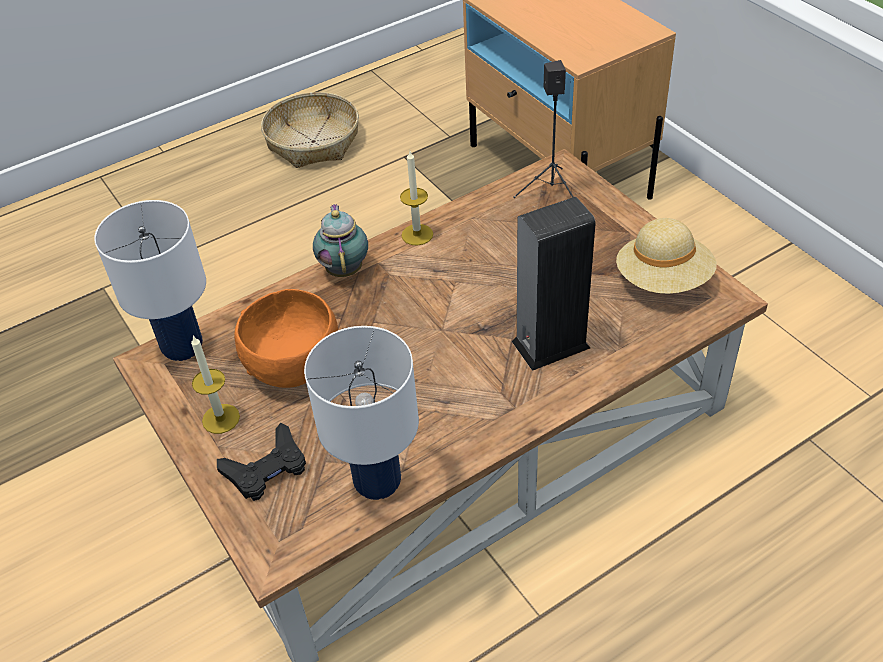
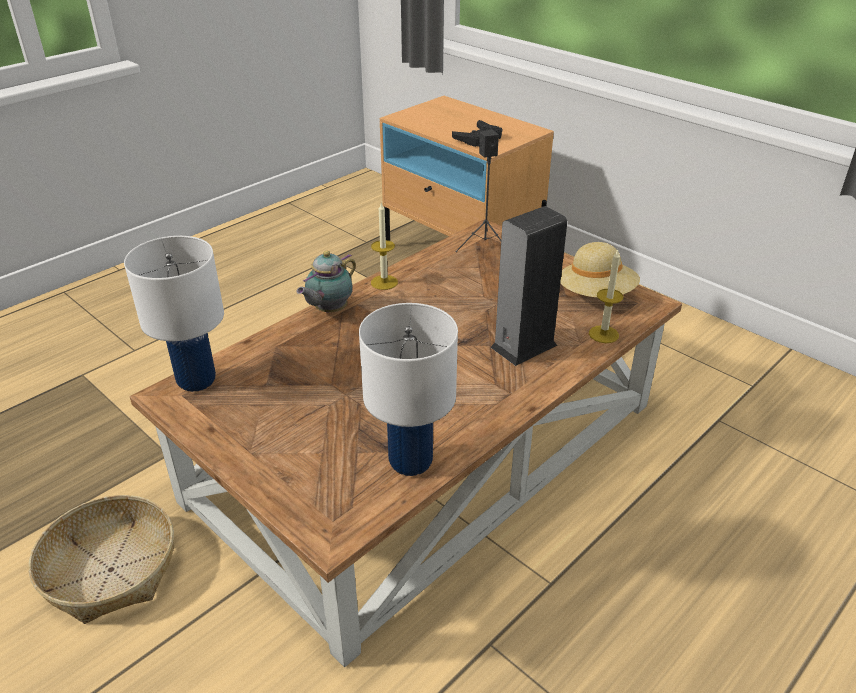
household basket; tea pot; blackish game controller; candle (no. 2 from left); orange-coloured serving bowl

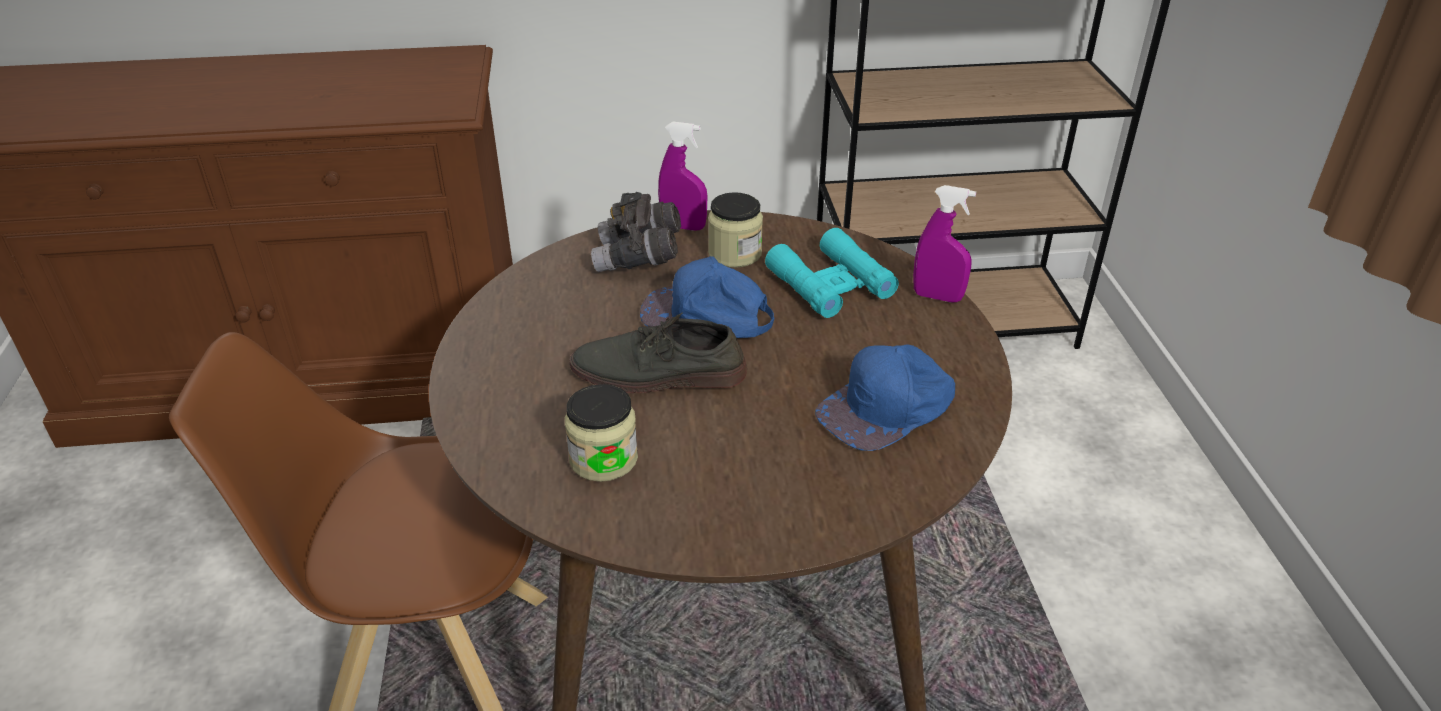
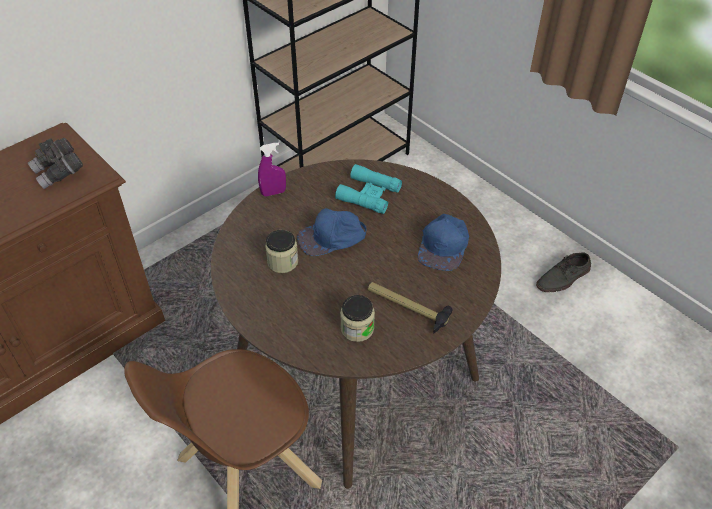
greyish binoculars; storage jar (no. 1 from left); hammer; greyish shoe; purple-coloured spray bottle (no. 2 from left in the first image)

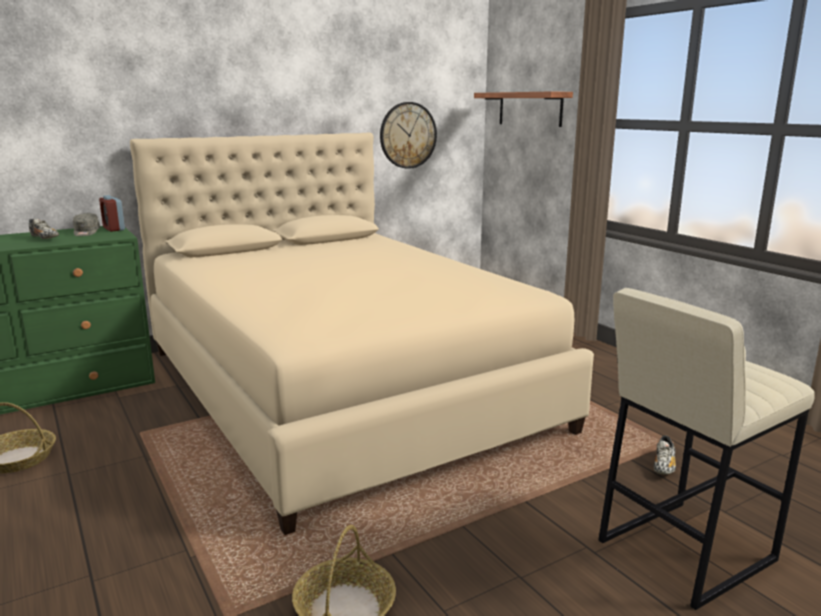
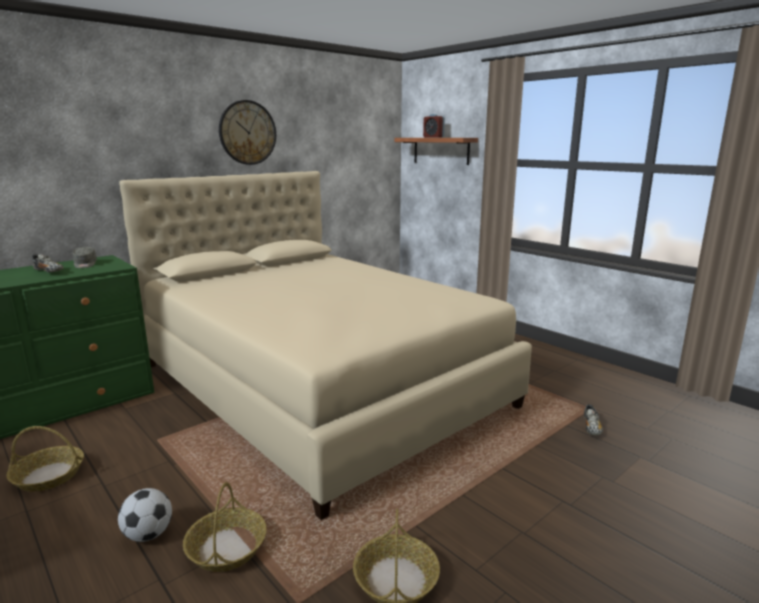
ball for football; household basket (no. 2 from left); hanging clock; table clock; beige-coloured stool

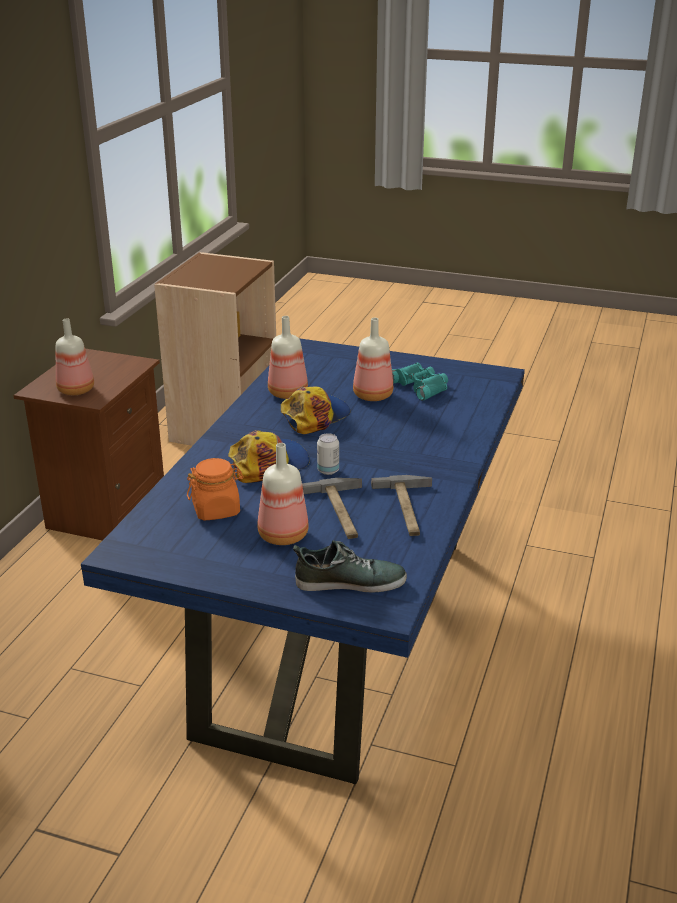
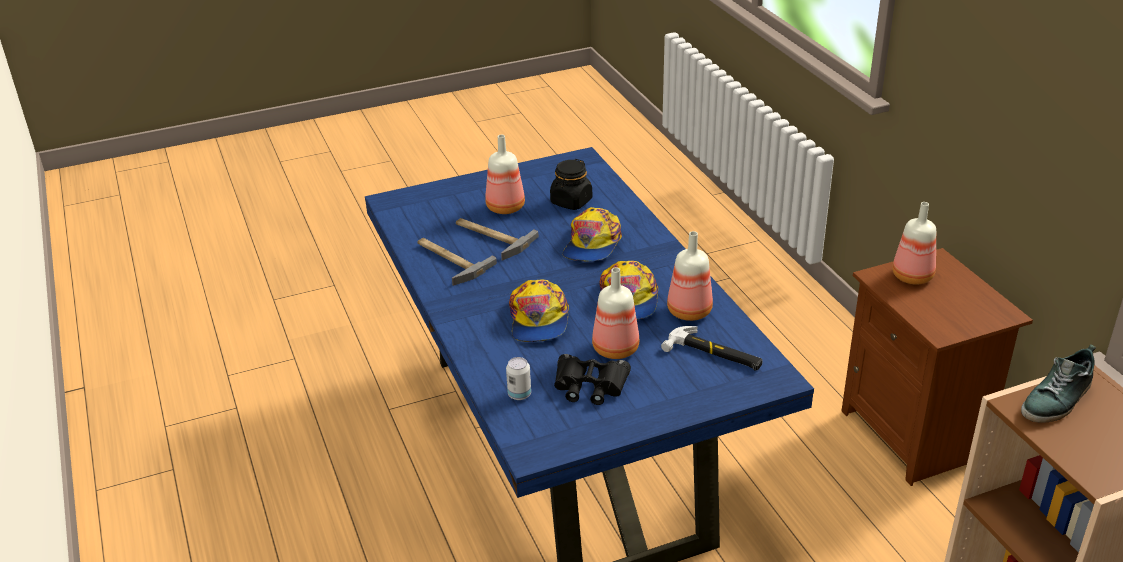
metal can; cap (no. 1 from left); blackish storage jar; blackish binoculars; hammer (no. 3 from left); shoe

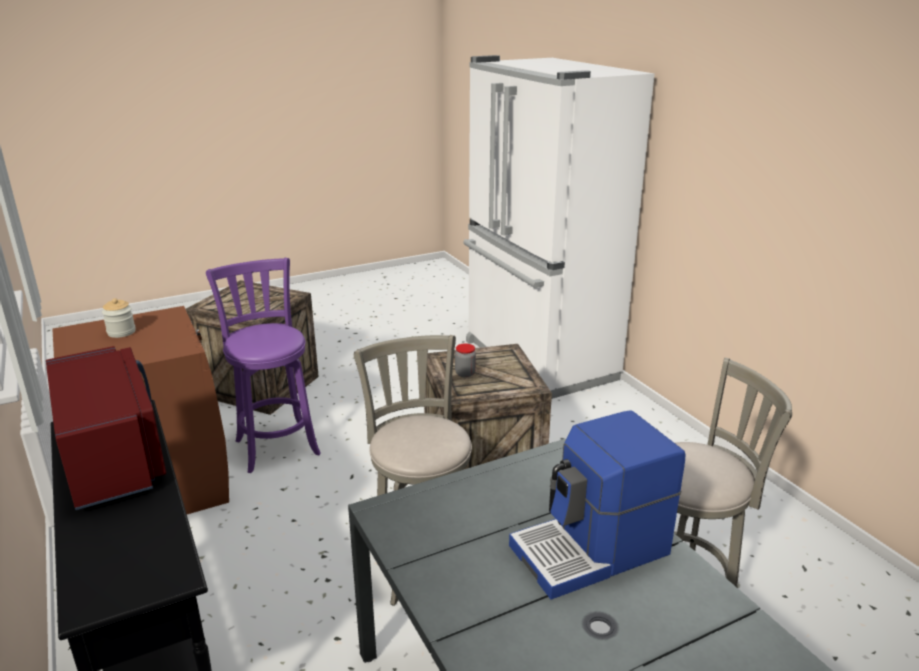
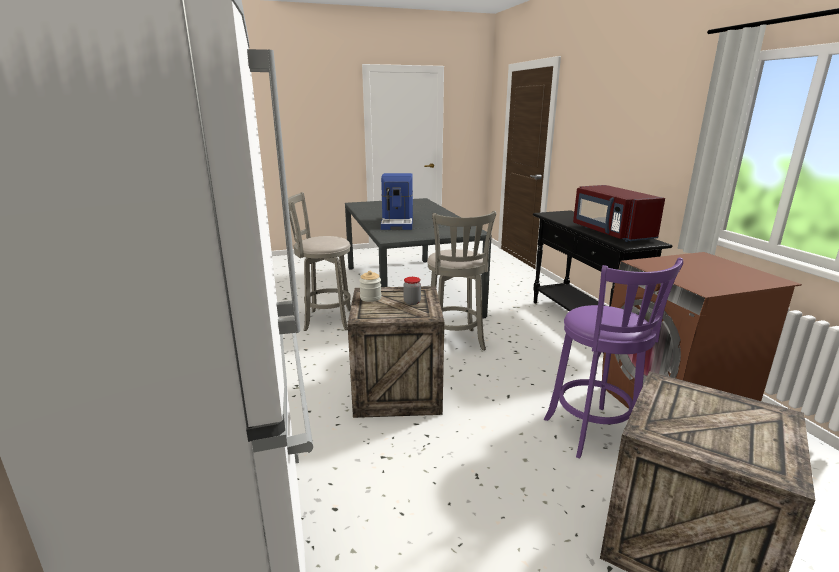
storage jar (no. 1 from left); coffee machine

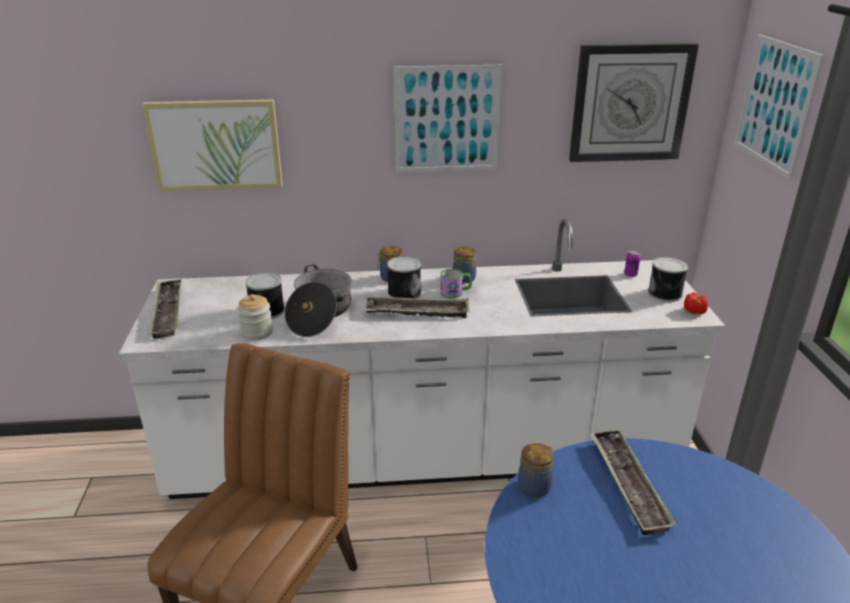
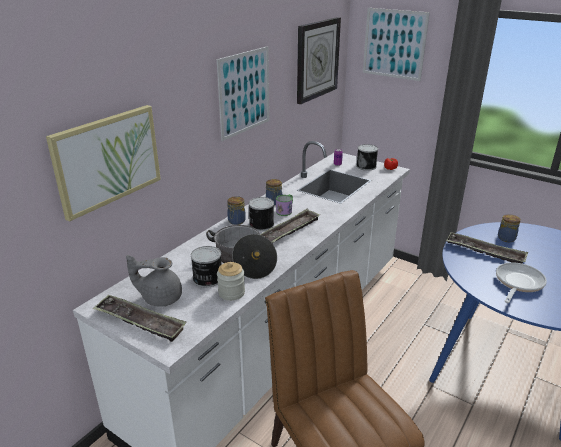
greyish tea pot; frying pan; storage jar (no. 4 from left)

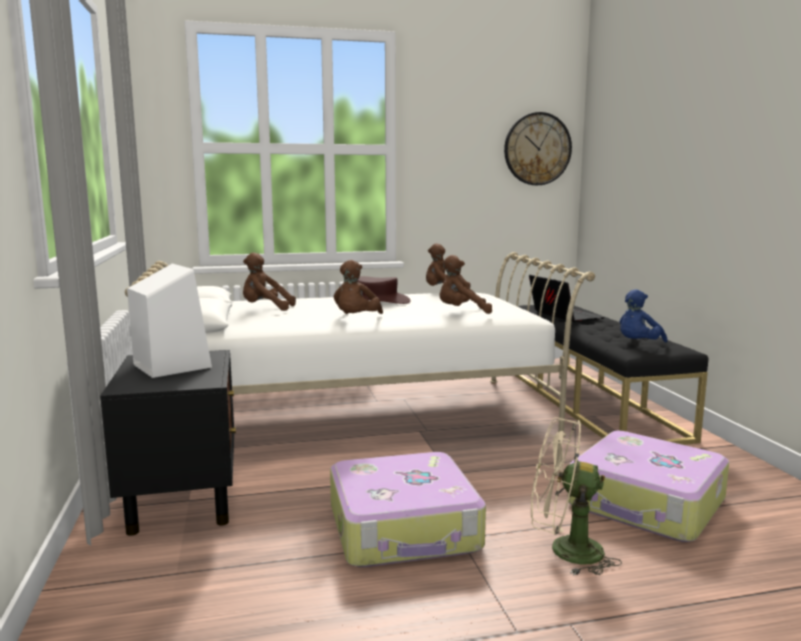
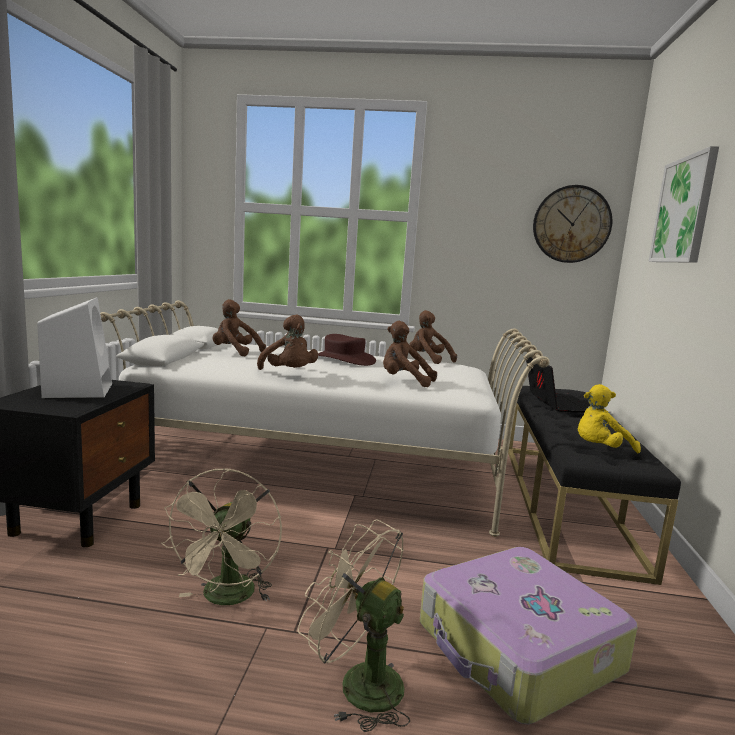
beige-coloured fan (no. 1 from left); brown-coloured cuddly toy (no. 2 from left); yellowish cuddly toy; wall picture

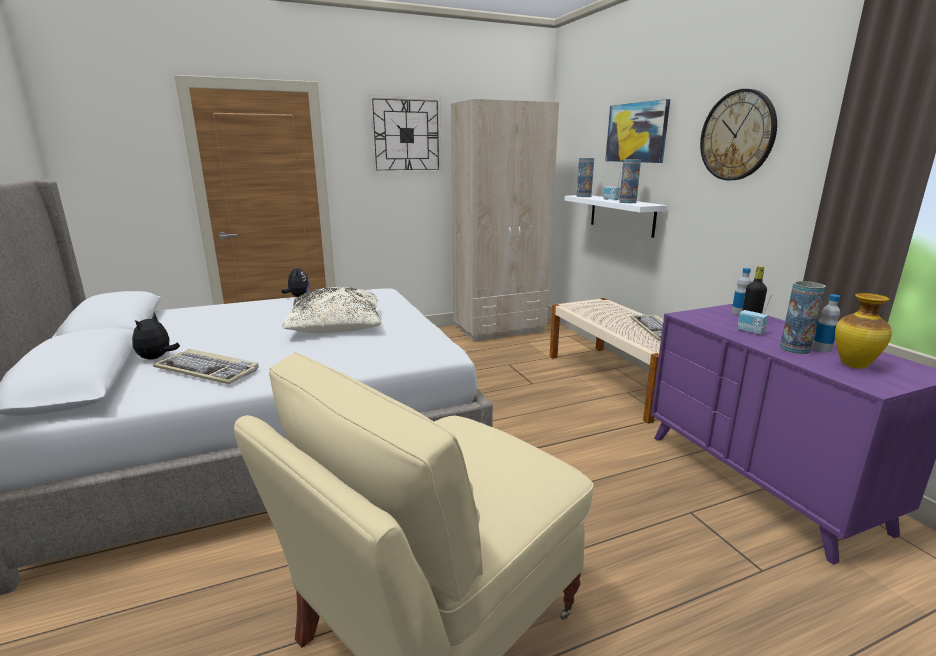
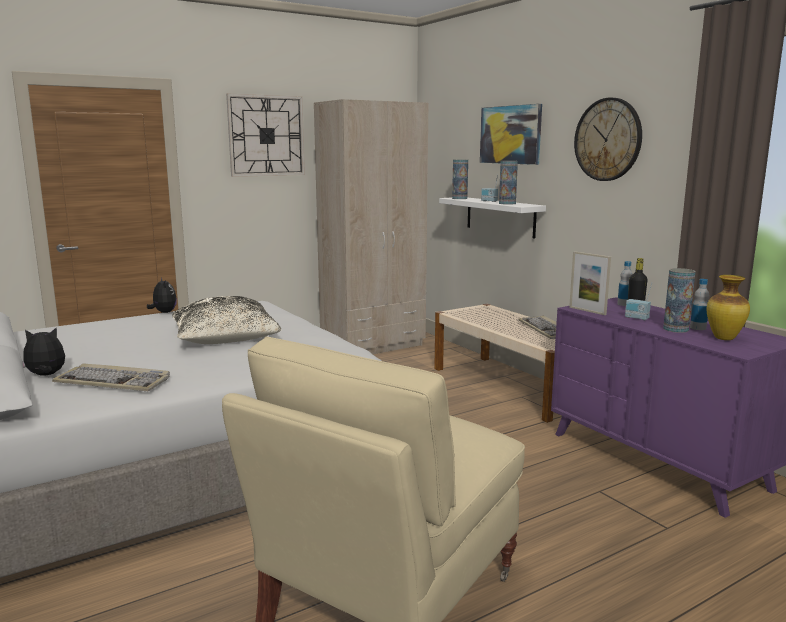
cuddly toy (no. 1 from left); photo frame

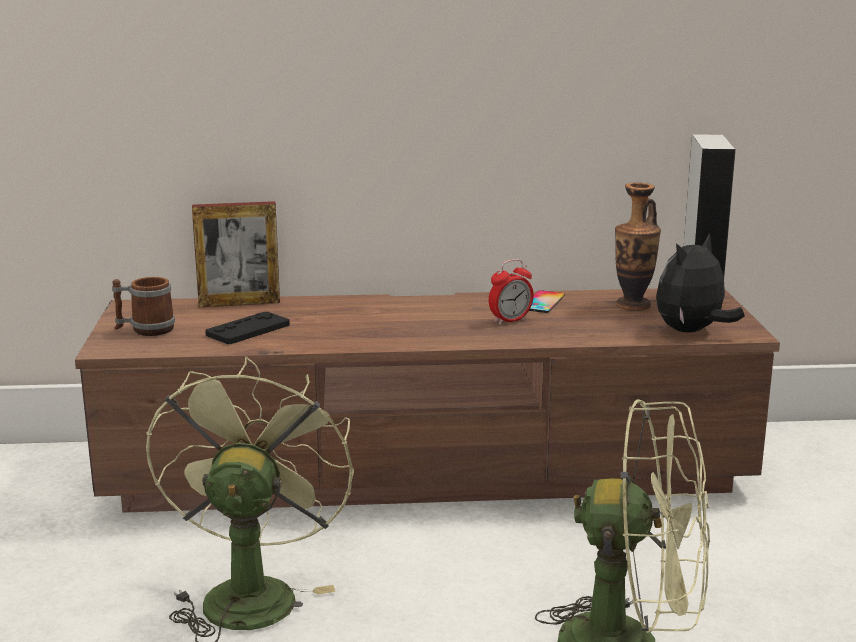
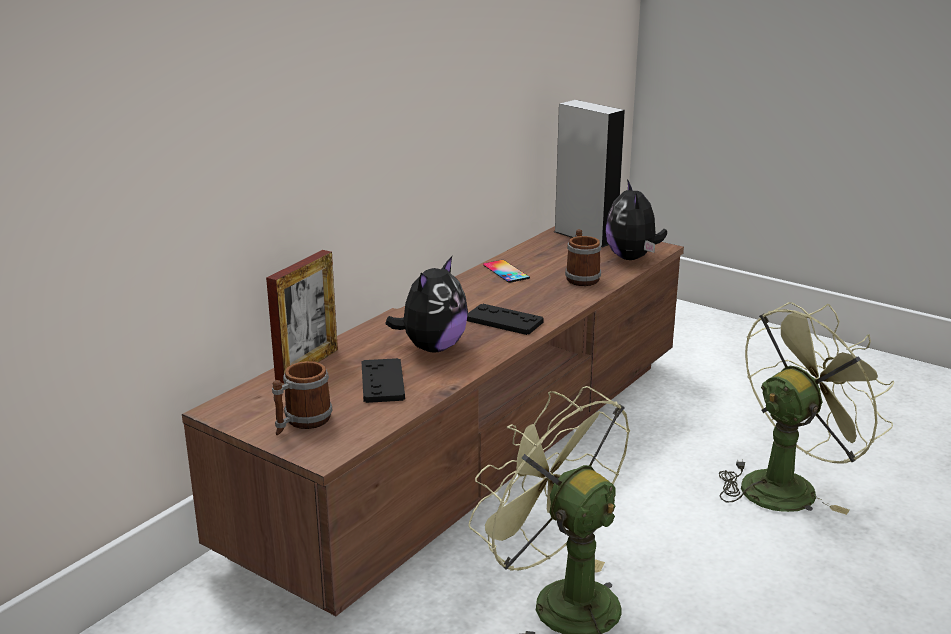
cuddly toy (no. 1 from left); blackish game controller (no. 2 from left); tea mug (no. 2 from left); table clock; vase

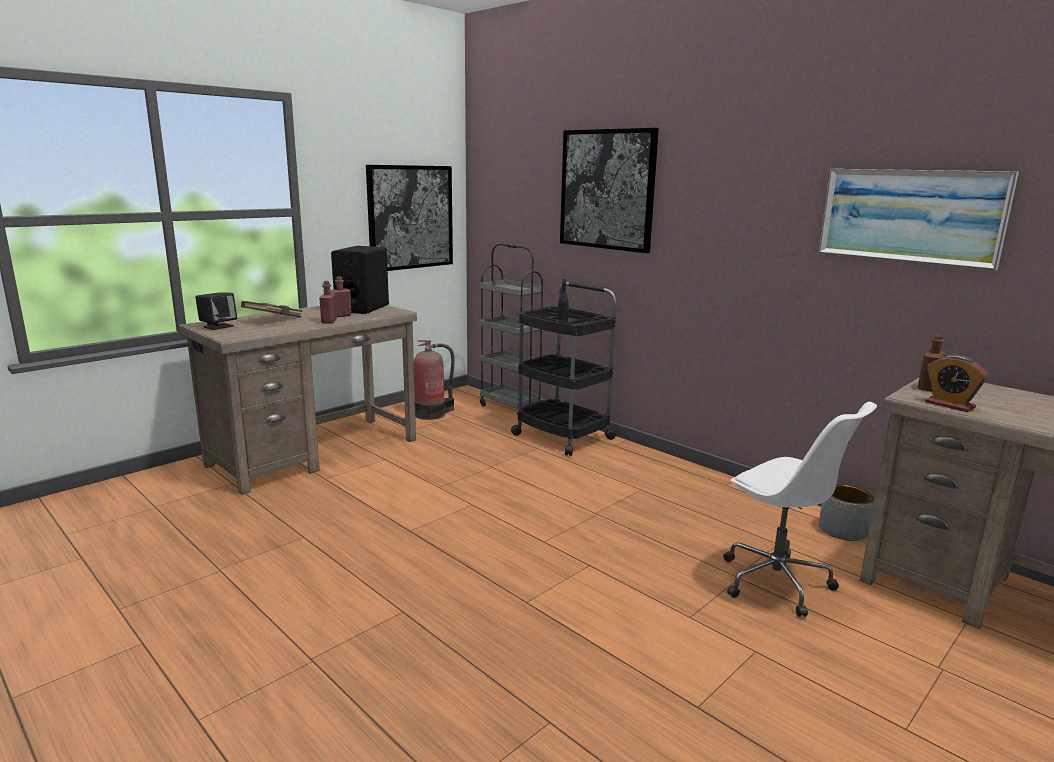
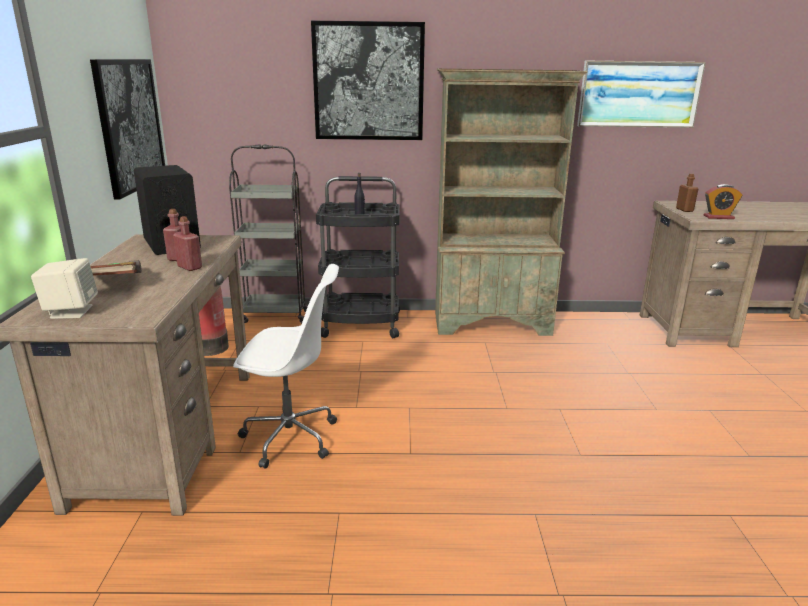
beige-coloured audio speaker; white office chair; greenish bookcase; greyish plant pot

